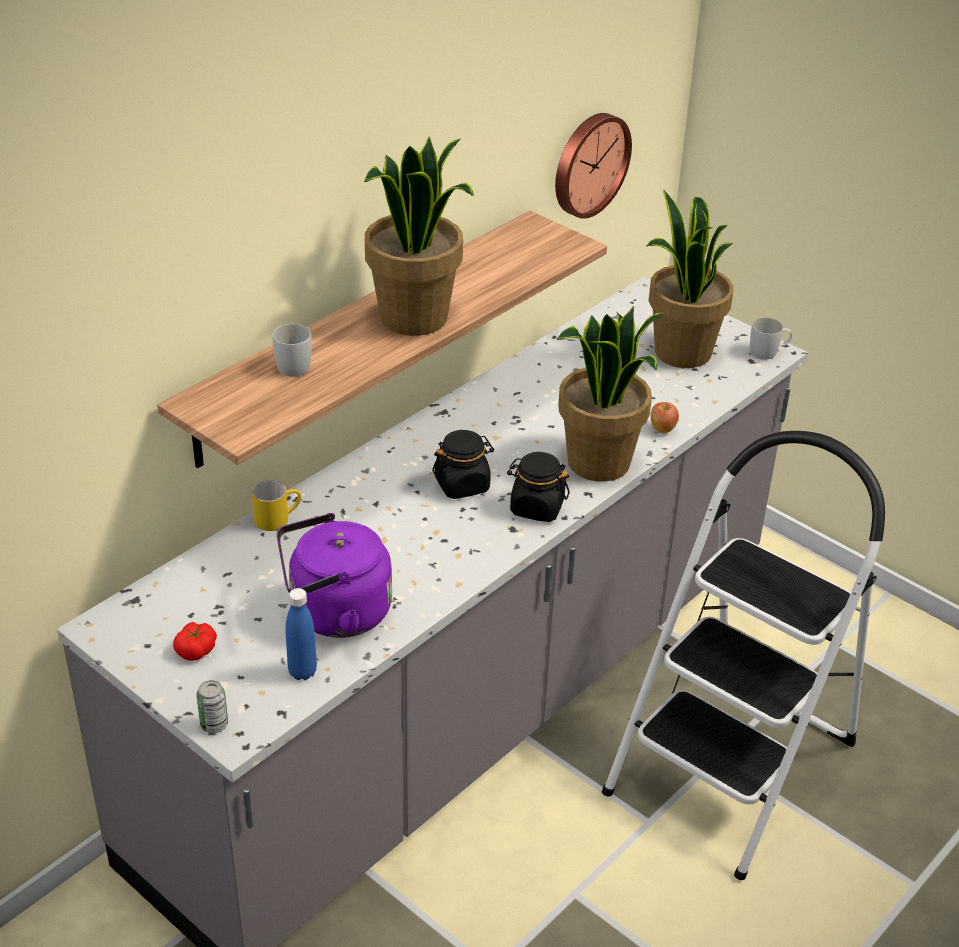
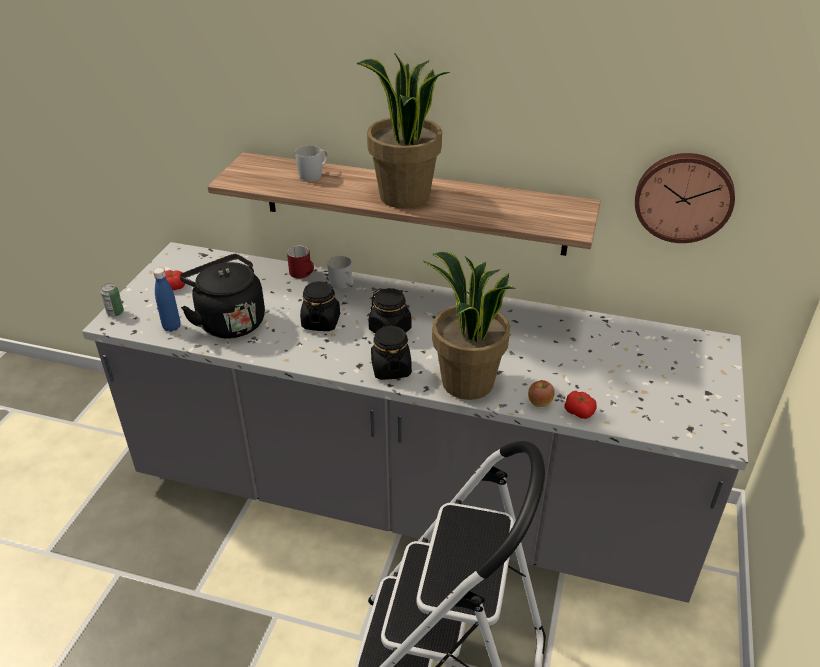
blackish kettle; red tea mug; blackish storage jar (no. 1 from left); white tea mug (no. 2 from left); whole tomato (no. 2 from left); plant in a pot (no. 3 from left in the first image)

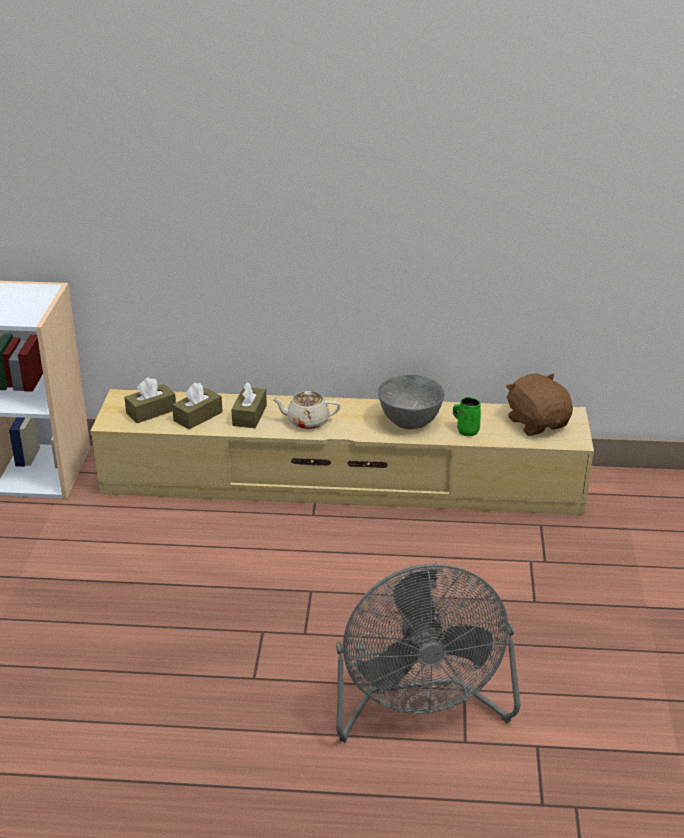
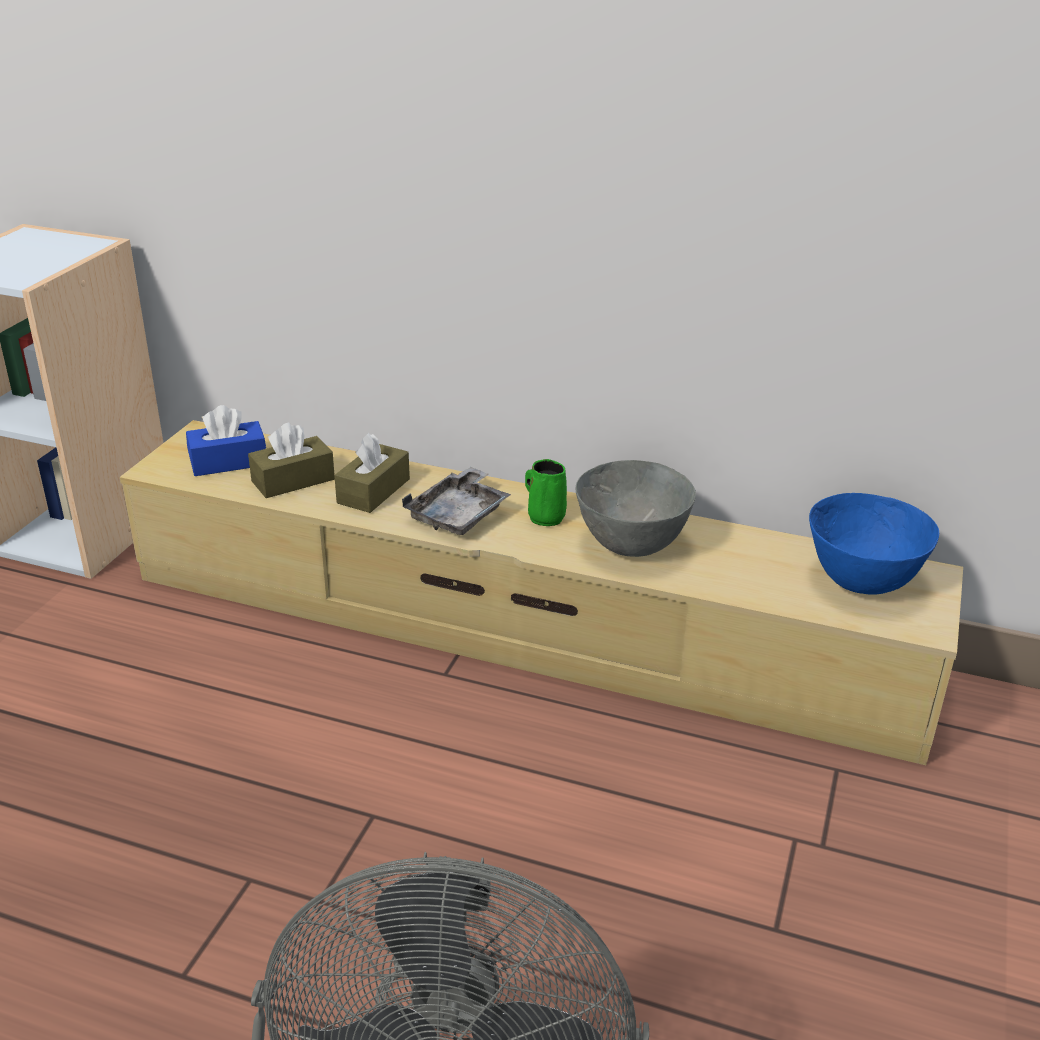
bluish box of tissues; greyish tray; greenish tea mug; bluish serving bowl

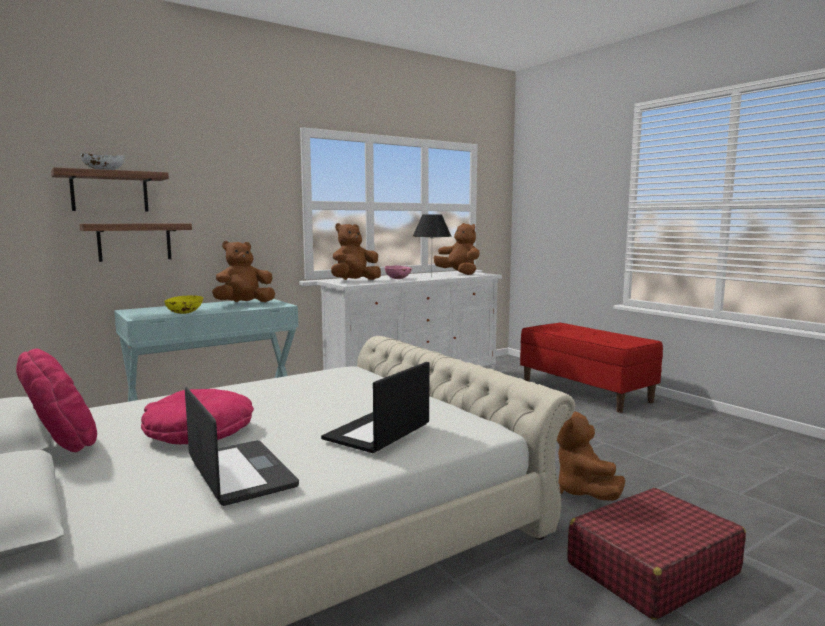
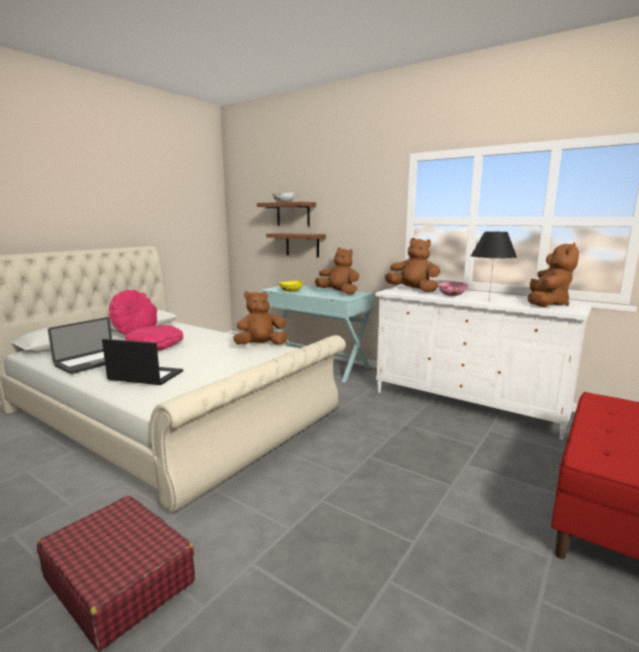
brown-coloured cuddly toy (no. 1 from left)

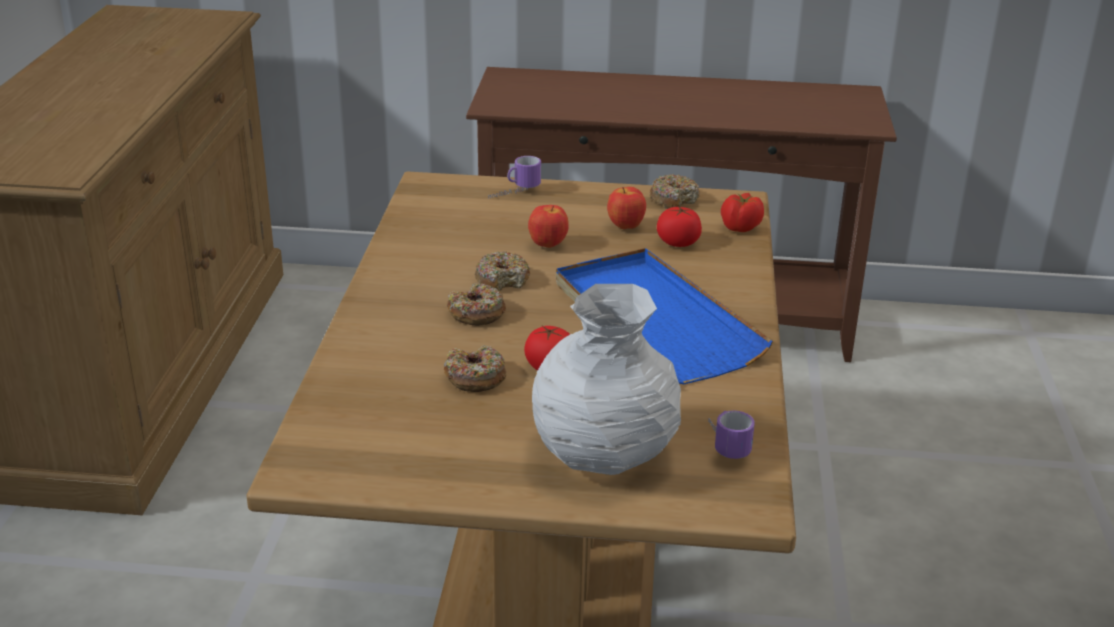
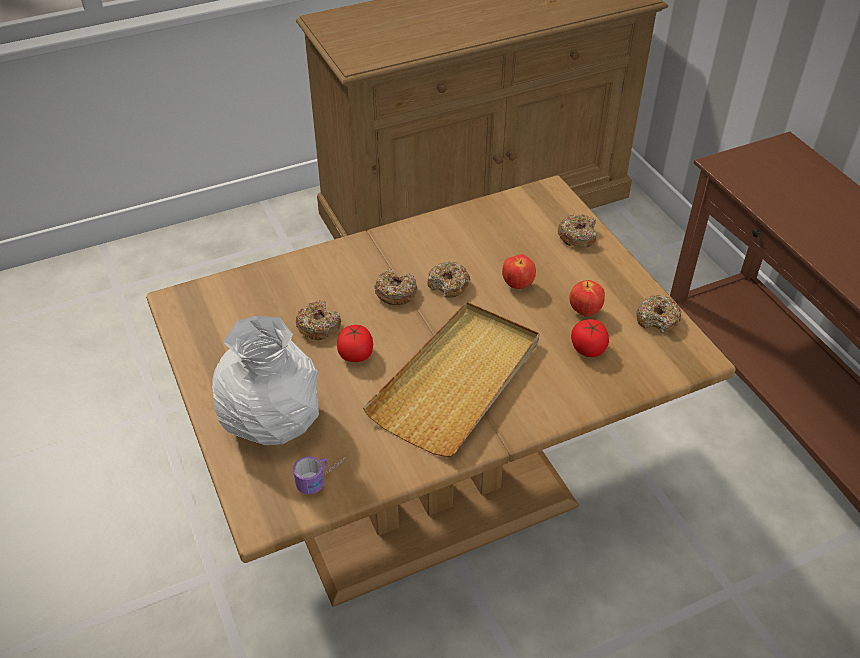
beige-coloured tray; doughnut (no. 4 from left); whole tomato (no. 3 from left in the first image)

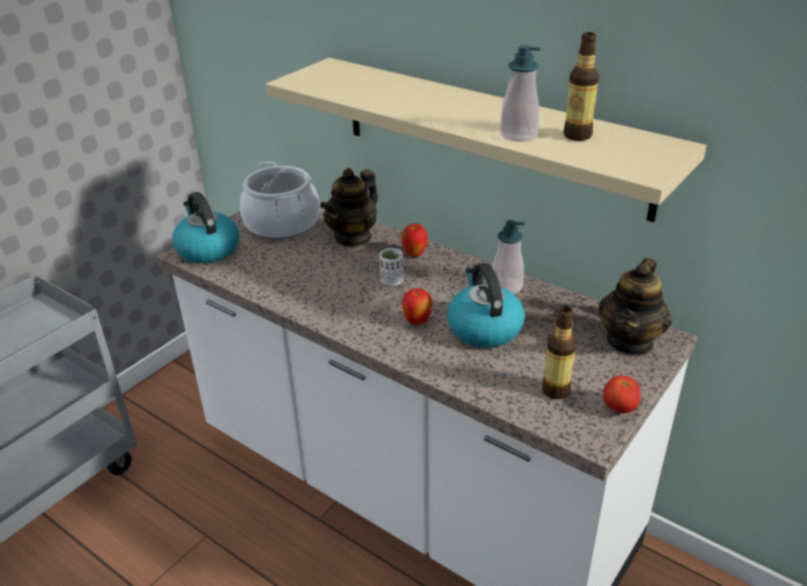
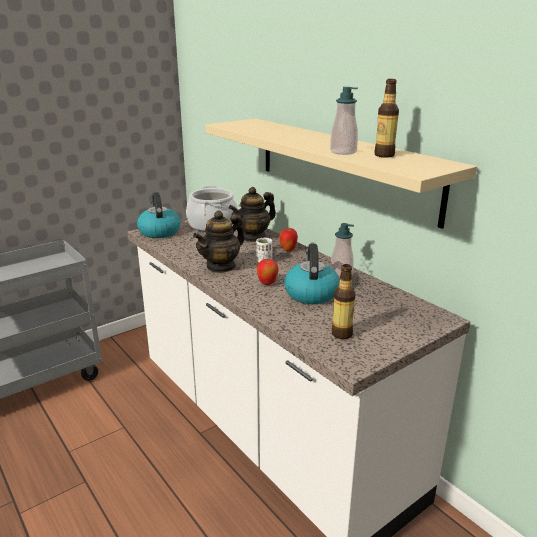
tea pot (no. 1 from left); whole tomato

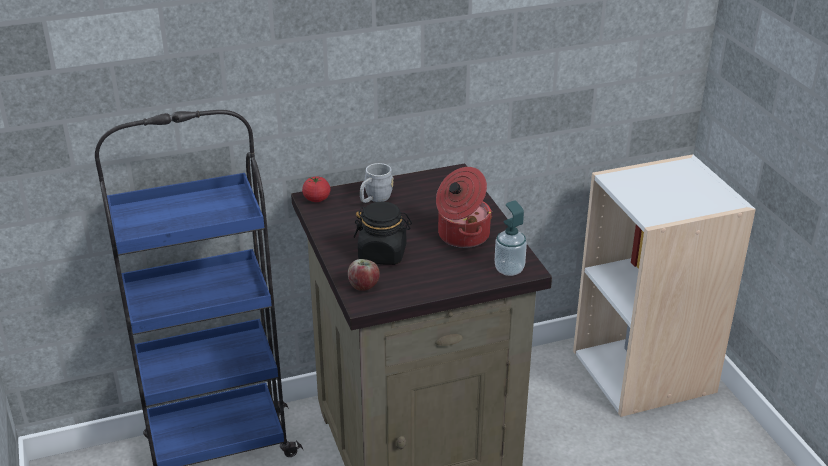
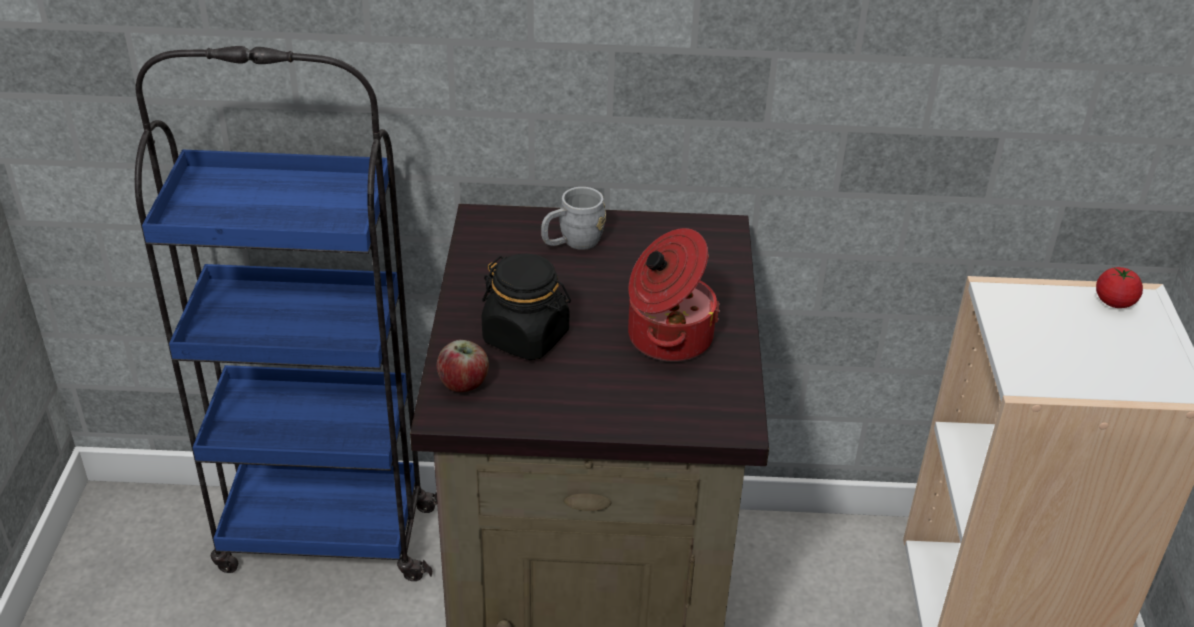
whole tomato; liquid soap bottle

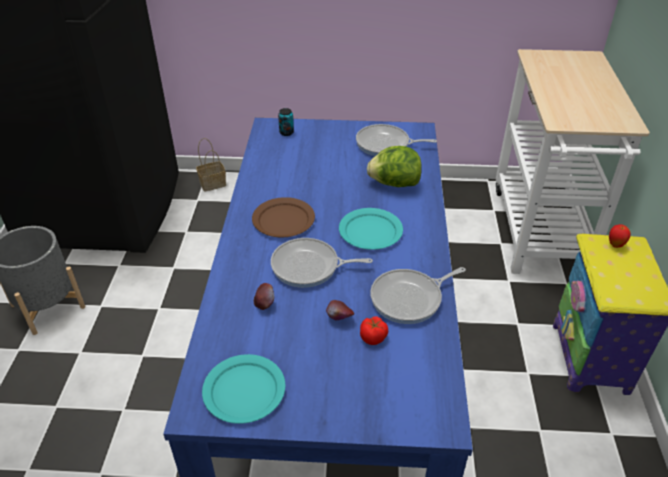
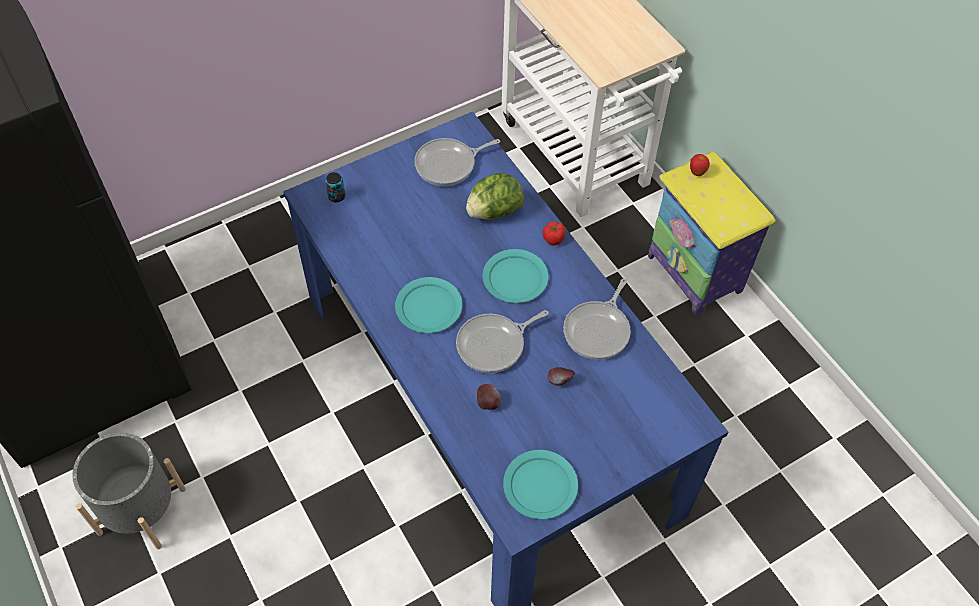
turquoise-coloured plate (no. 1 from left); whole tomato; household basket

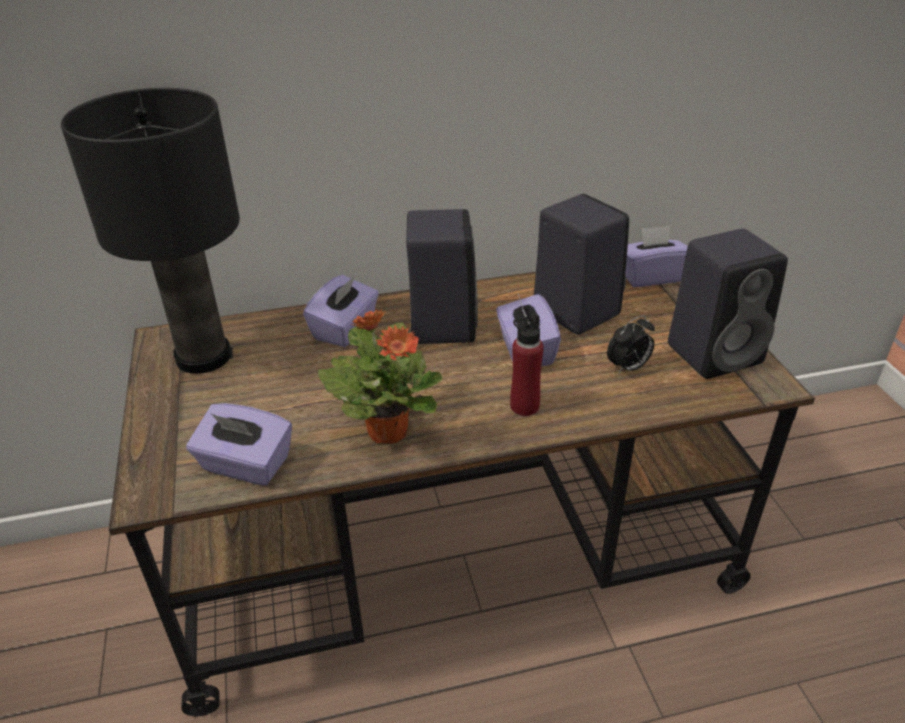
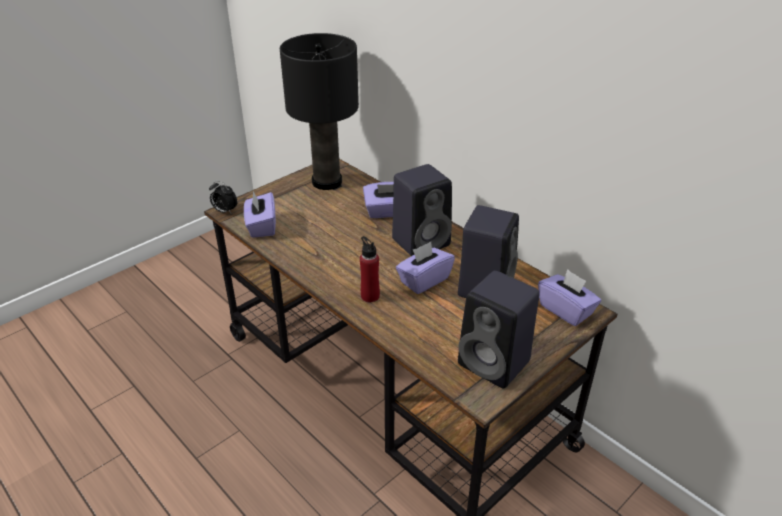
table clock; plant in a pot

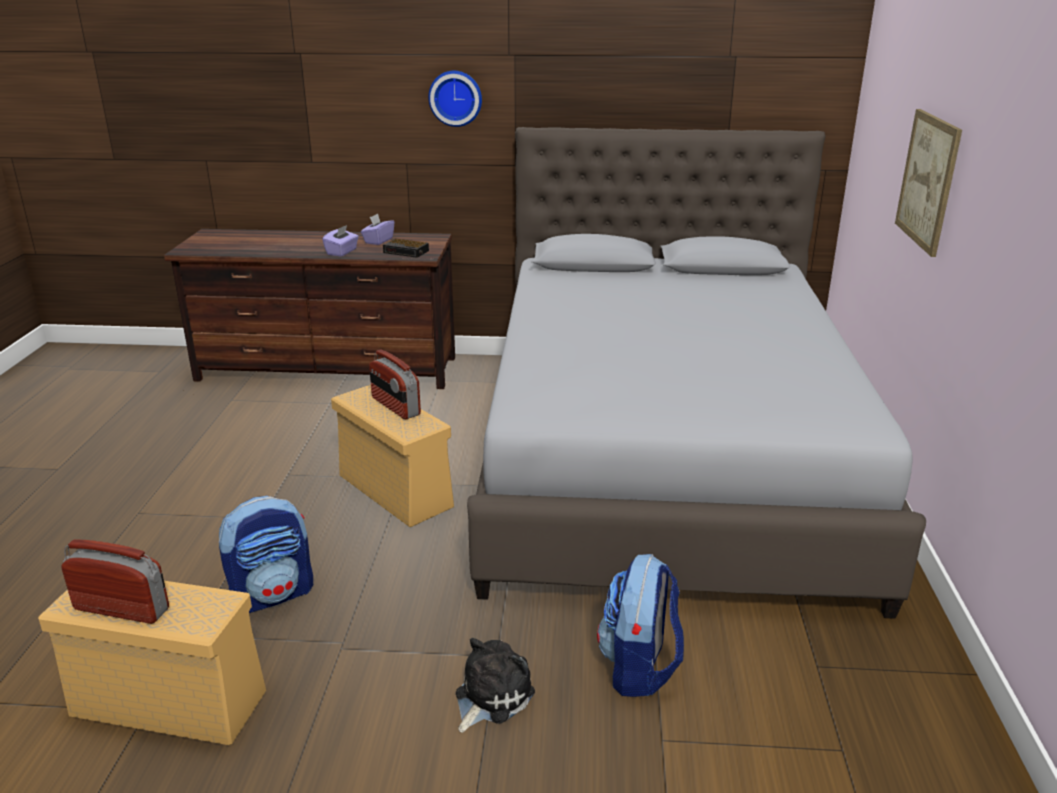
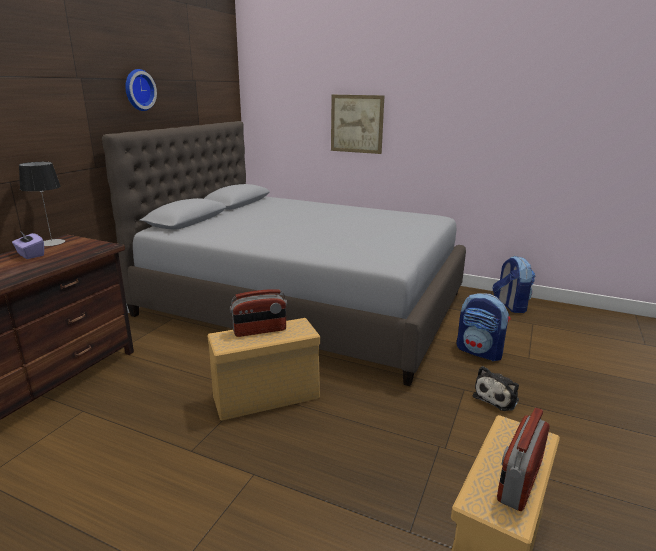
tabletop lamp; hanging clock; cuddly toy; rucksack (no. 2 from left); purple-coloured box of tissues (no. 1 from left in the first image); table clock

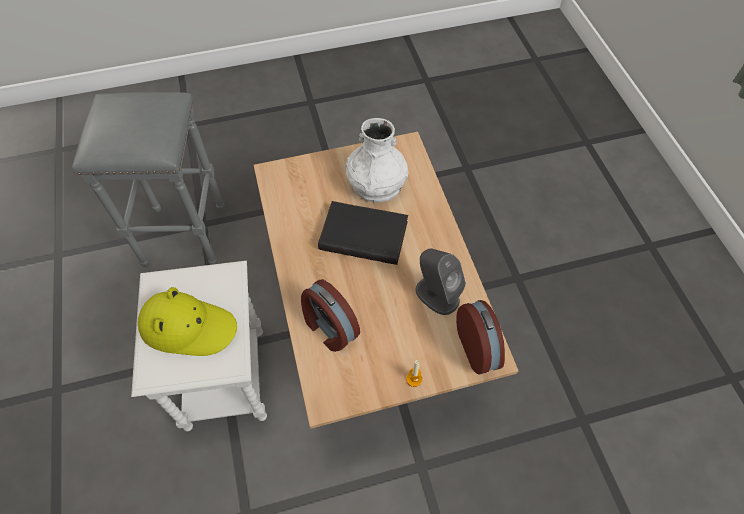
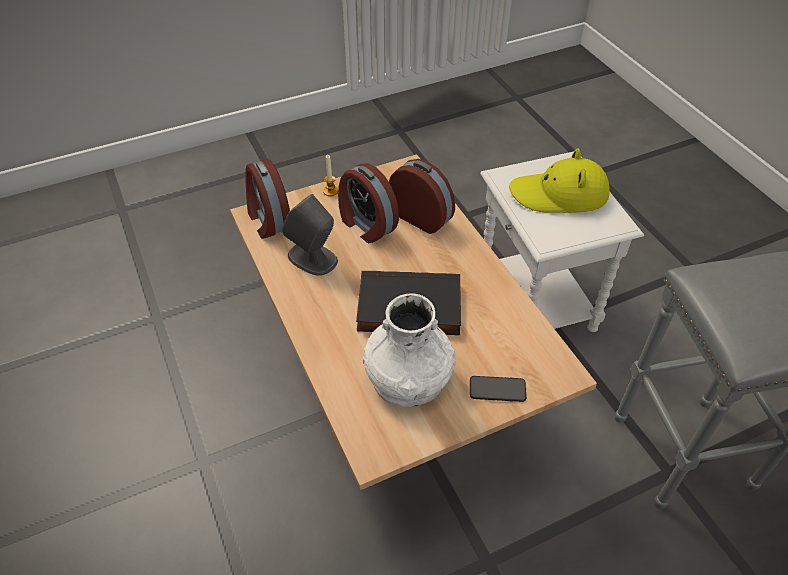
table clock (no. 2 from left); handset

